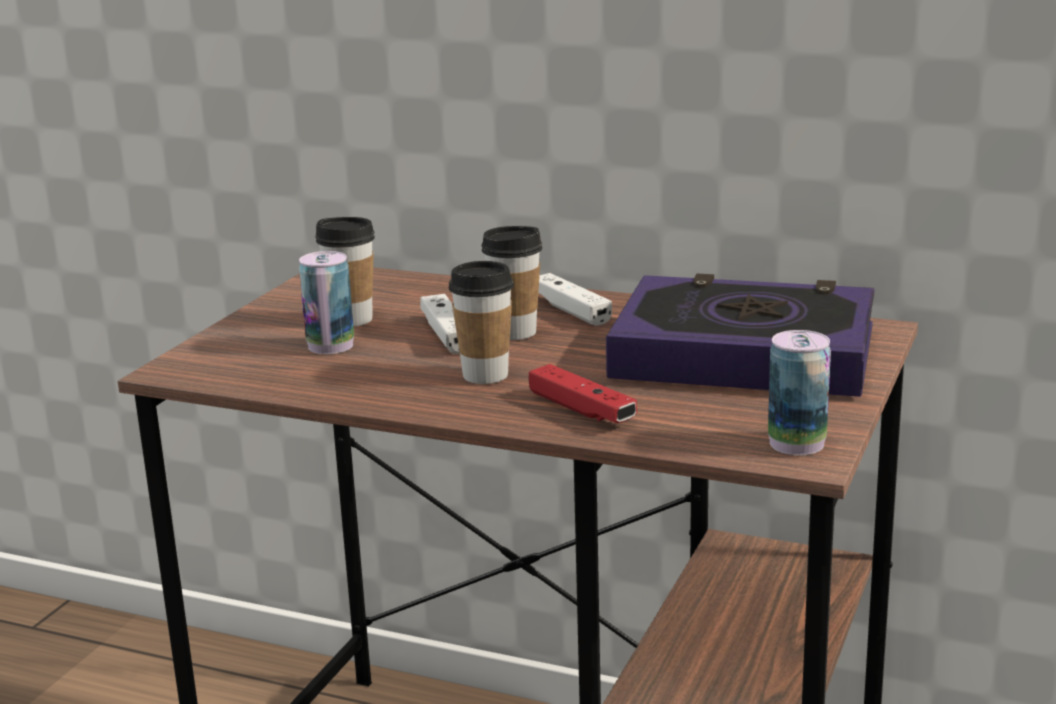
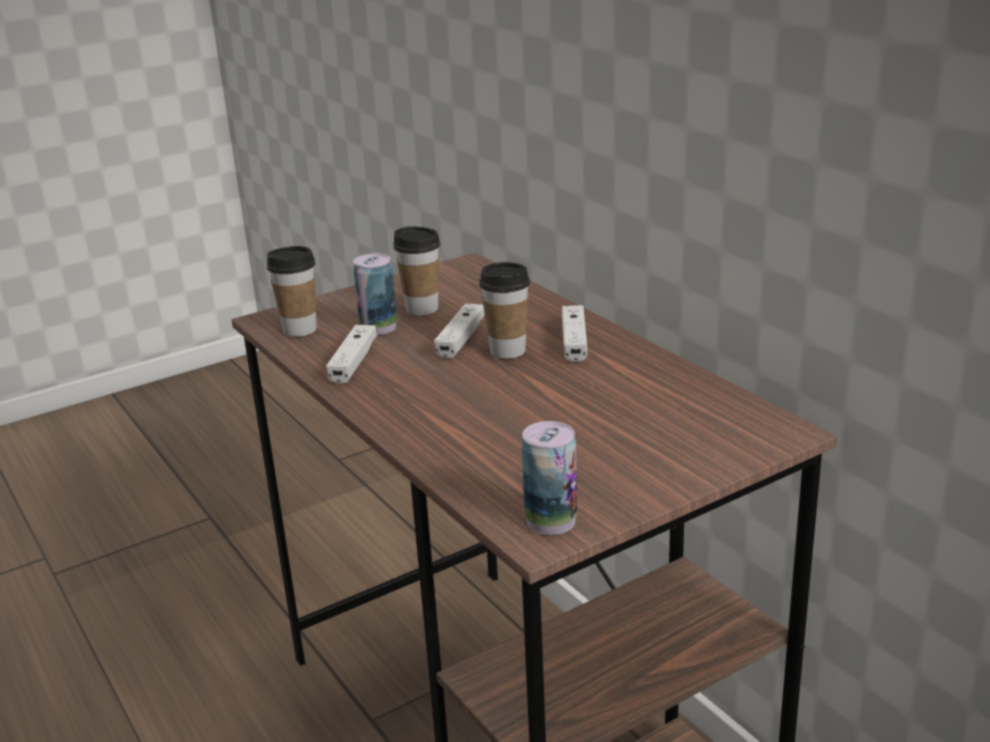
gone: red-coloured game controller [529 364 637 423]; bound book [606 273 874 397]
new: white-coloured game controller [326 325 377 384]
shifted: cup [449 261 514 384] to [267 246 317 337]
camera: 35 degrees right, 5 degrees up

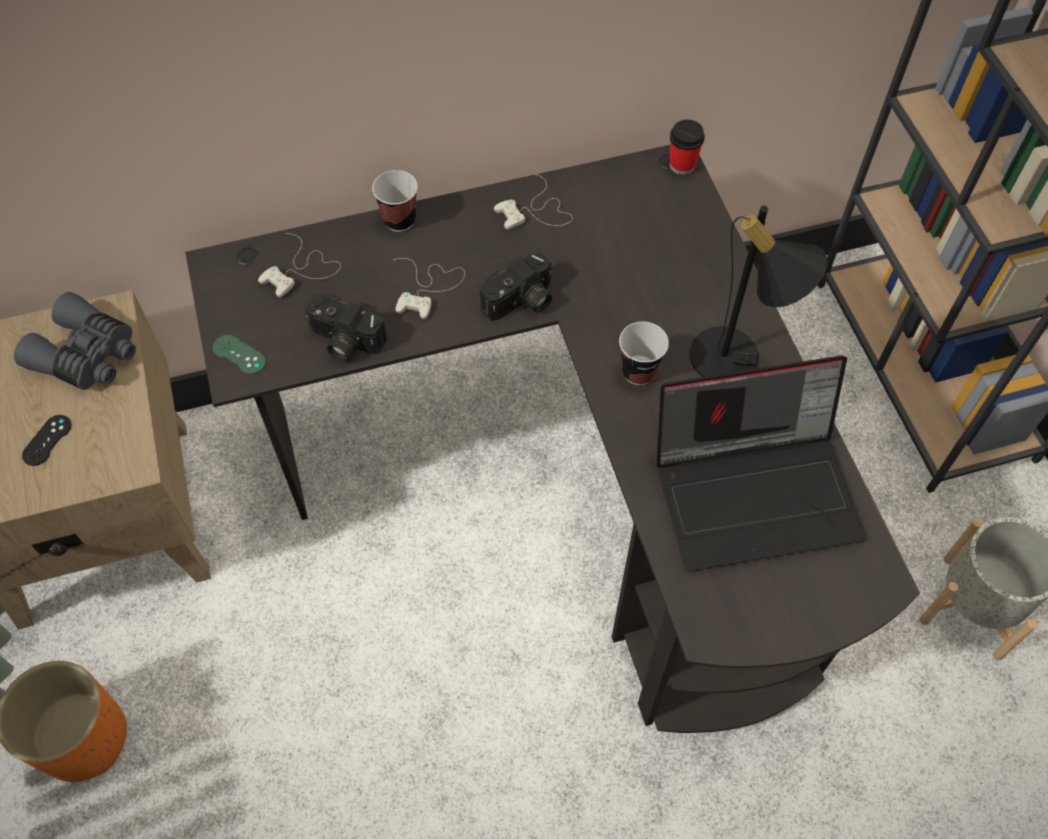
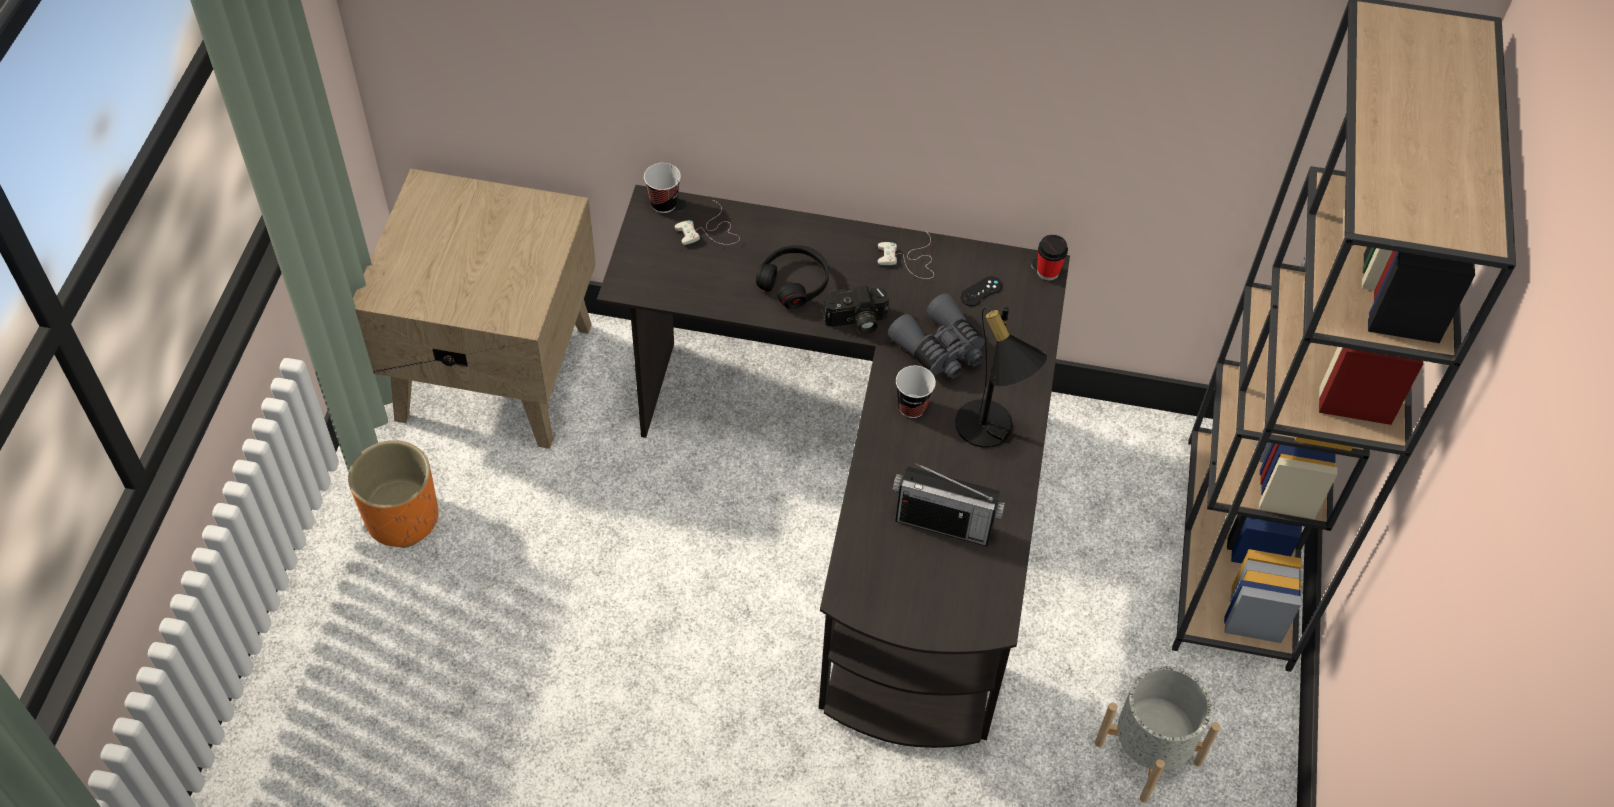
gone: green-coloured game controller [213 335 266 375]; photo camera [305 293 387 361]
shifted: grey pair of binoculars [14 292 136 390] to [888 293 985 379]; black game controller [22 415 71 466] to [960 276 1003 306]; cup [372 170 418 232] to [644 163 681 213]
swapped: white-coloured game controller [392 258 465 319] to black headset [756 245 829 309]; portable computer [657 355 865 571] to radio [892 462 1005 546]
camera: 25 degrees right, 5 degrees down

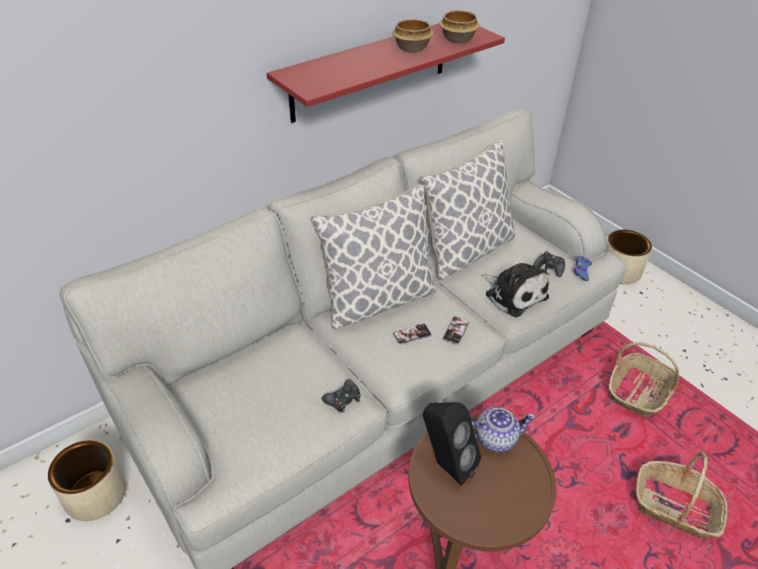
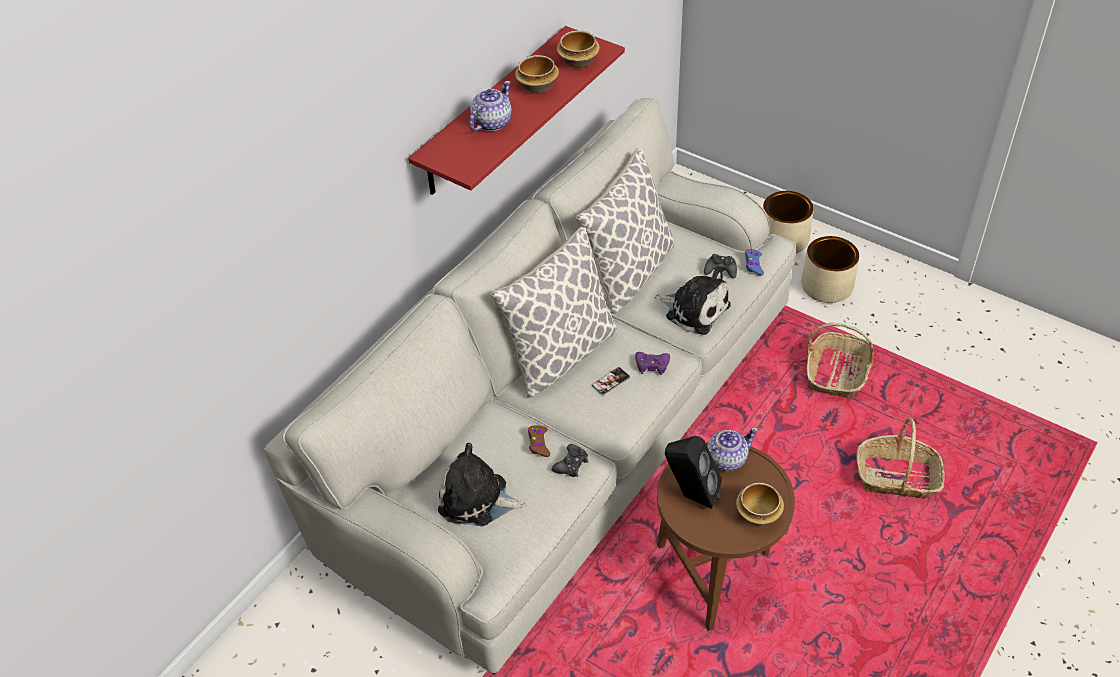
new: plush toy [438 443 526 526]; tea pot [469 81 512 131]; brown game controller [528 425 550 457]; serving bowl [736 483 784 526]
shifted: beige planter [48 440 126 521] to [802 236 860 303]
swapped: telephone [443 316 469 345] to purple-coloured game controller [635 352 670 375]
camera: 15 degrees left, 5 degrees up

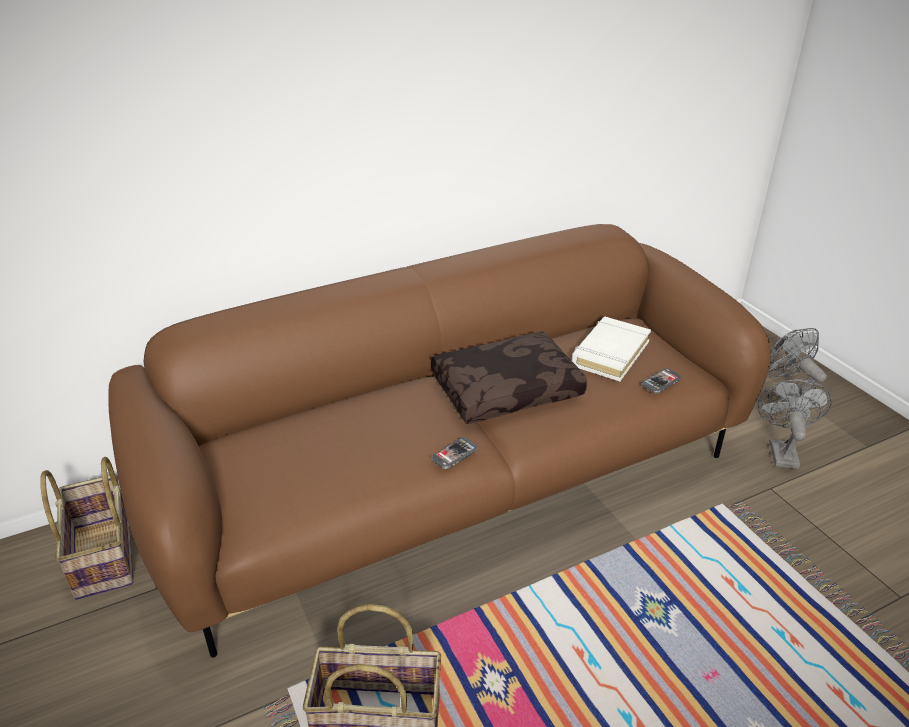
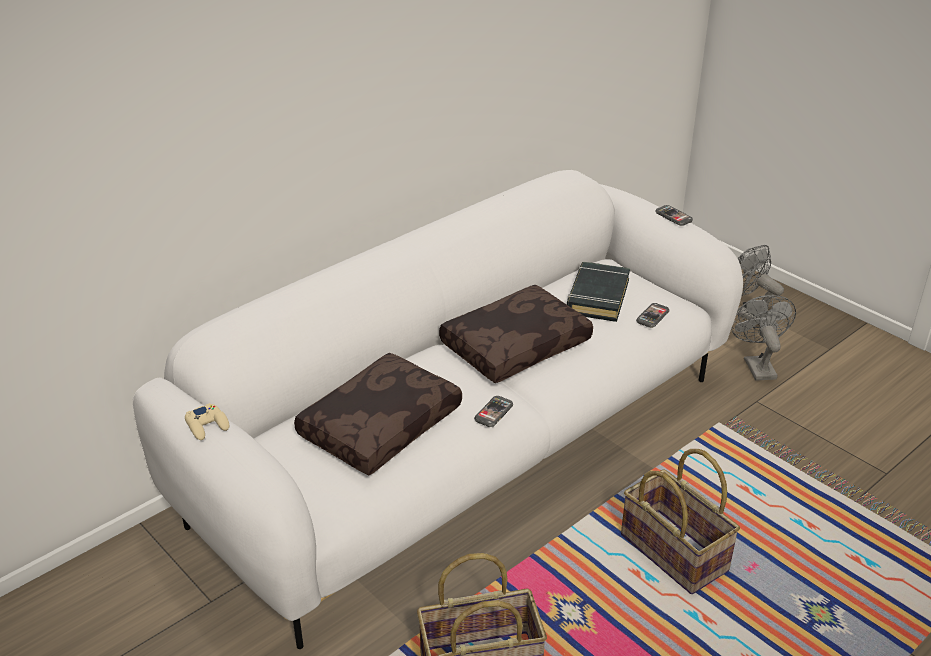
new: beige game controller [185 403 229 440]; brown cushion [294 353 462 475]; telephone [656 205 693 226]
shifted: storage basket [40 457 133 600] to [621 449 740 594]
repainted: brown sofa [109 224 771 658] to white-coloured sofa [133 170 743 649]; white-coloured bound book [572 317 651 381] to black bound book [567 262 630 322]
camera: 15 degrees left, 0 degrees up

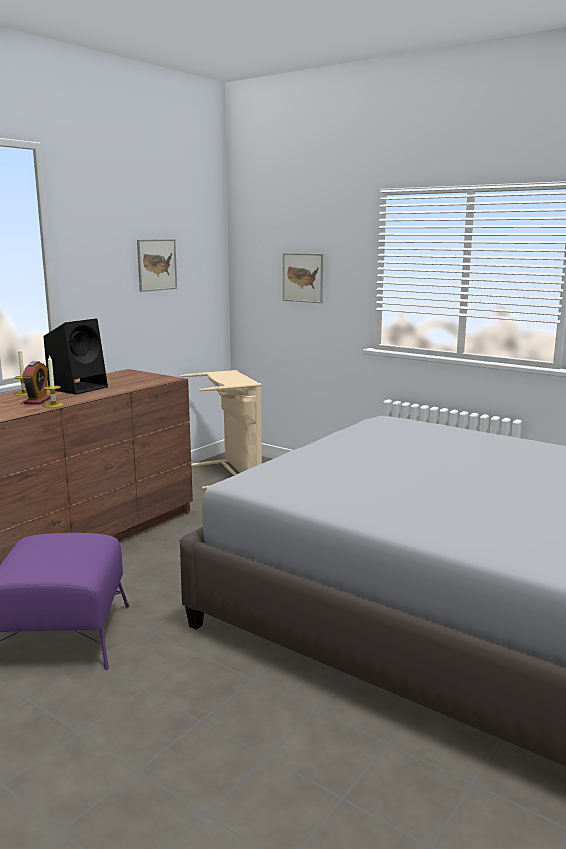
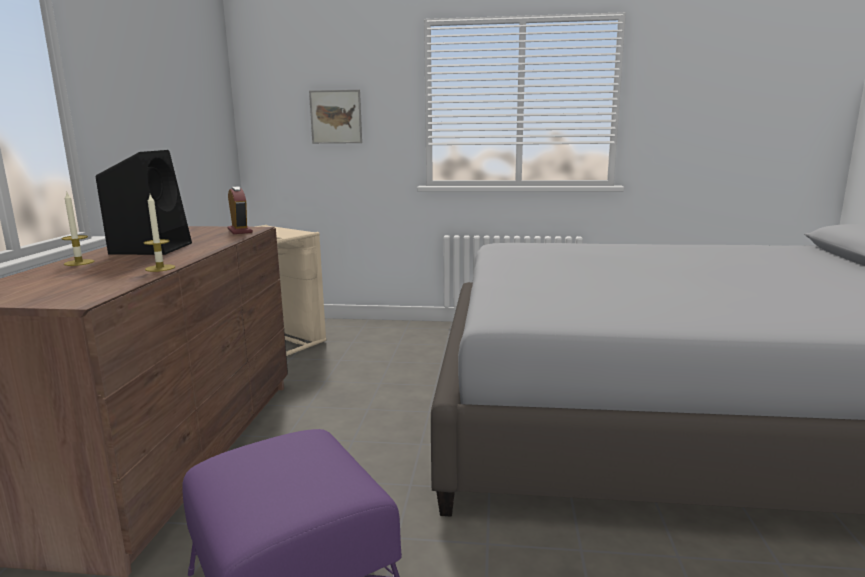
gone: picture [137 239 177 292]
shifted: bedside clock [22 361 51 405] to [228 186 253 234]
camera: 30 degrees left, 0 degrees up

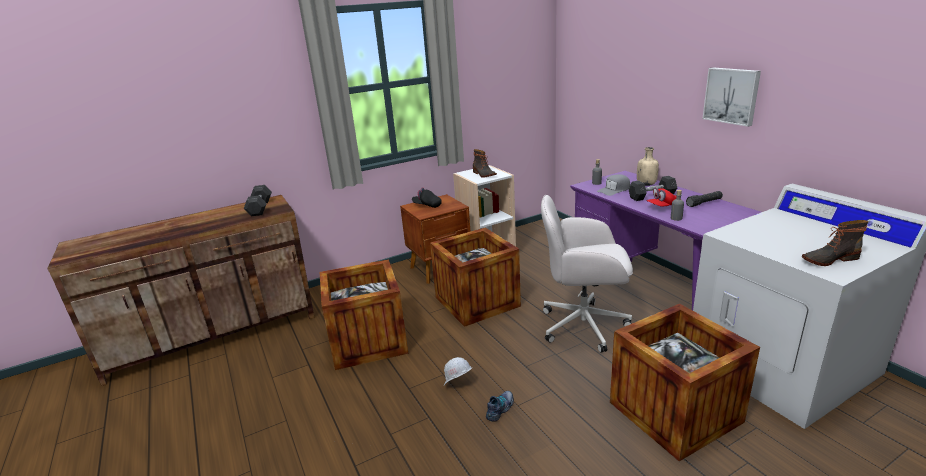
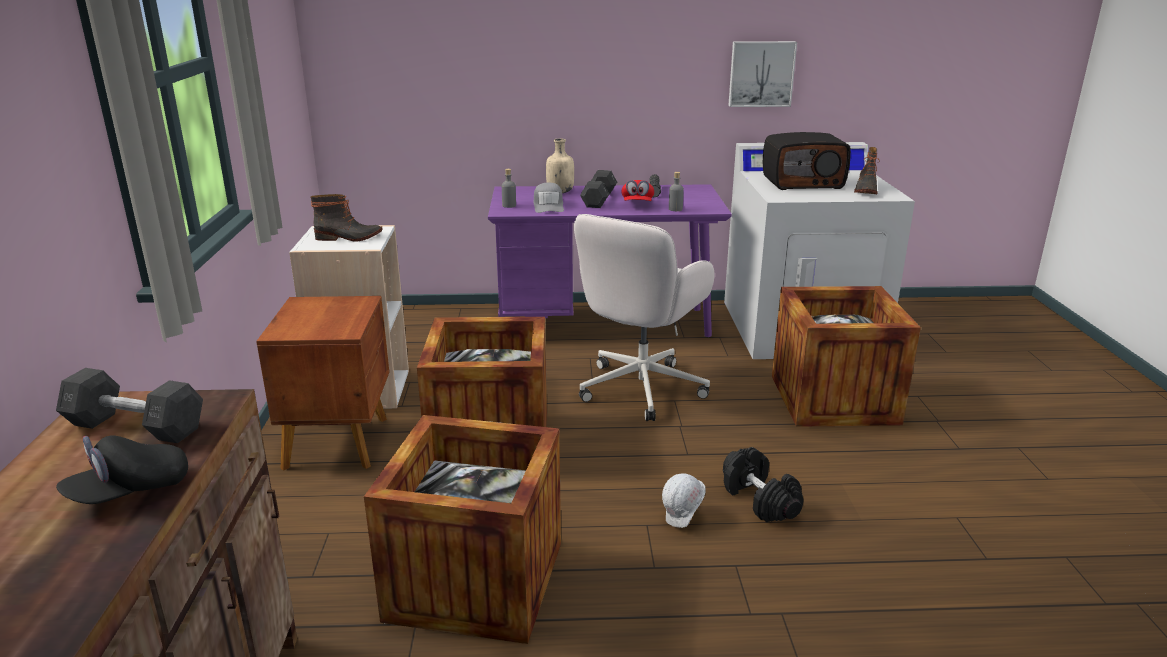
new: radio [763 132 851 190]
shifted: black cap [412 187 442 208] to [56 435 188 504]; picture [702 67 761 127] to [728 41 797 107]
swapped: low shoe [486 391 514 422] to black free weight [723 447 803 522]
camera: 65 degrees left, 0 degrees up

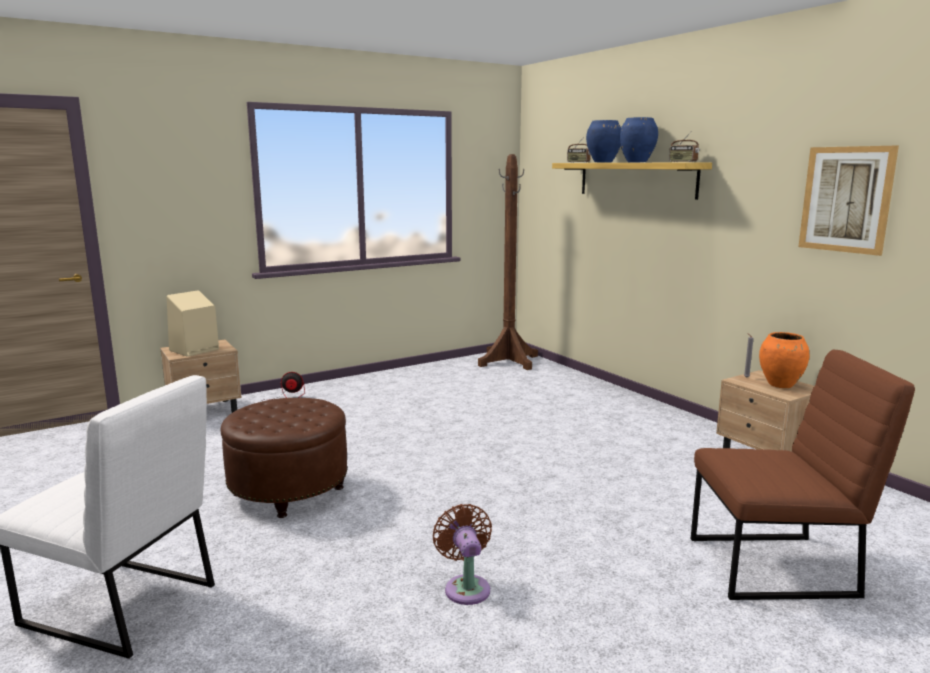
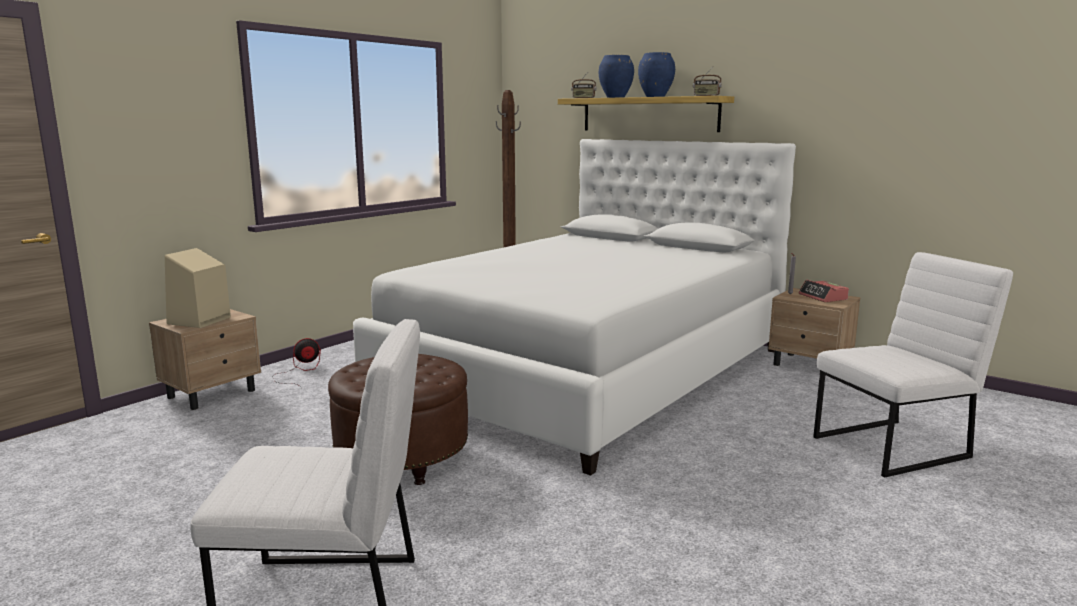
gone: brown cooling fan [433 504 492 605]; picture [798 146 899 256]
new: white-coloured bed [353 139 796 476]
swapped: orangey flower vase [759 332 809 388] to bedside clock [798 280 849 302]
repainted: brown upright chair [691 350 915 600] to white-coloured upright chair [813 252 1013 478]
camera: 20 degrees left, 0 degrees up

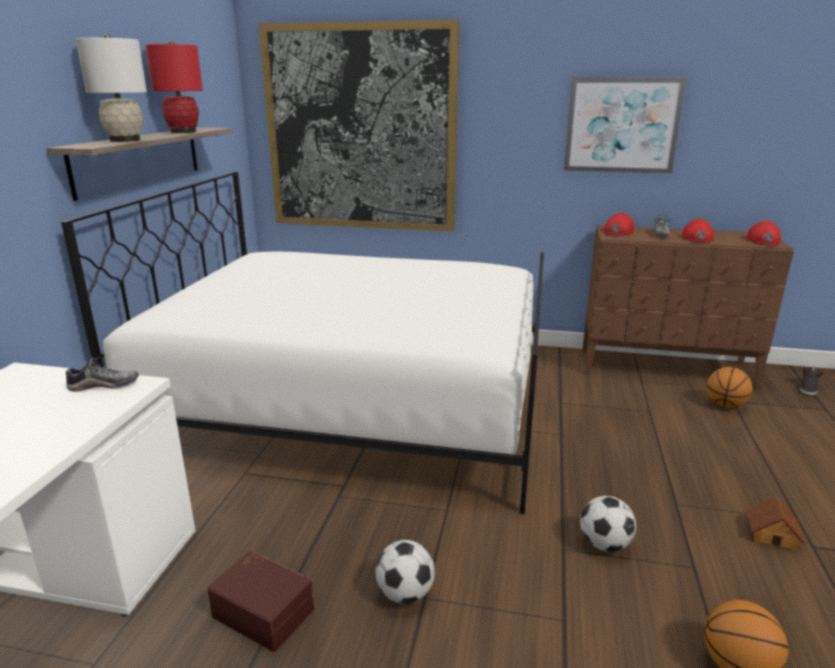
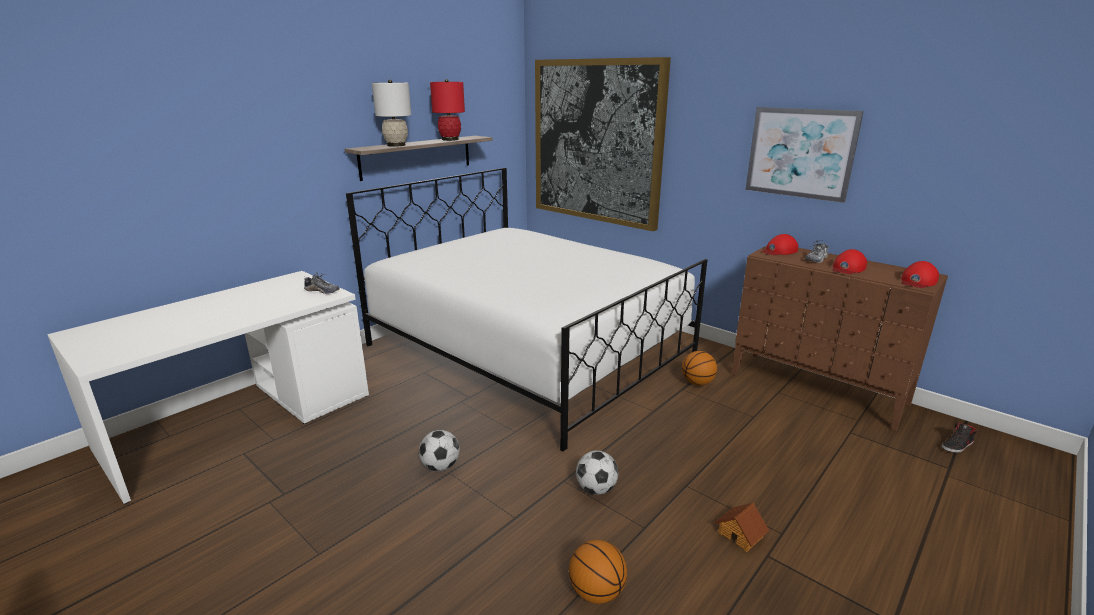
gone: brown storage container [207 551 314 652]
shifted: basketball ball [707 367 752 408] to [682 351 717 385]
camera: 30 degrees right, 0 degrees up

